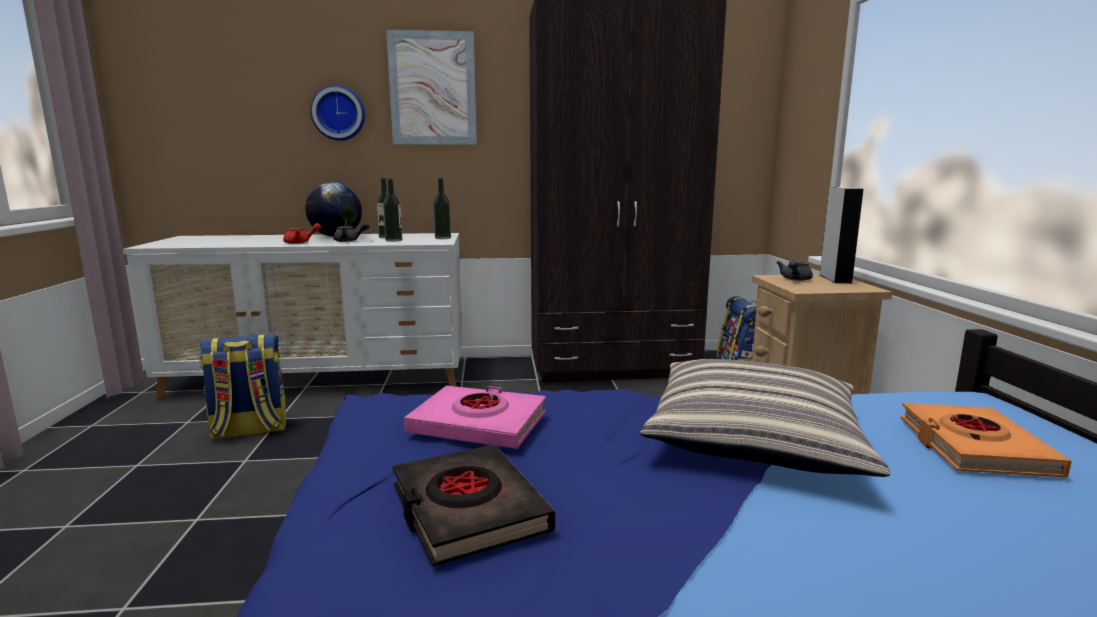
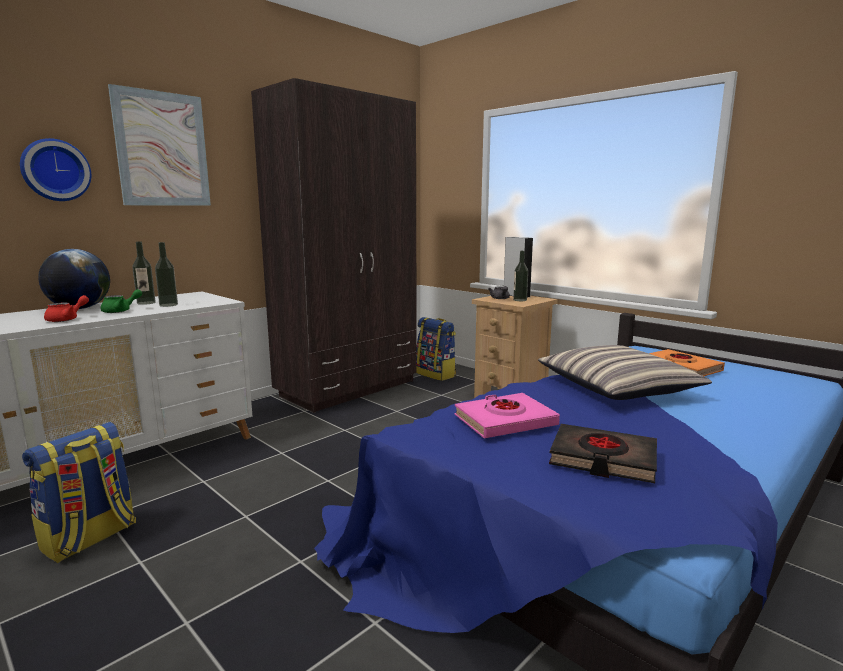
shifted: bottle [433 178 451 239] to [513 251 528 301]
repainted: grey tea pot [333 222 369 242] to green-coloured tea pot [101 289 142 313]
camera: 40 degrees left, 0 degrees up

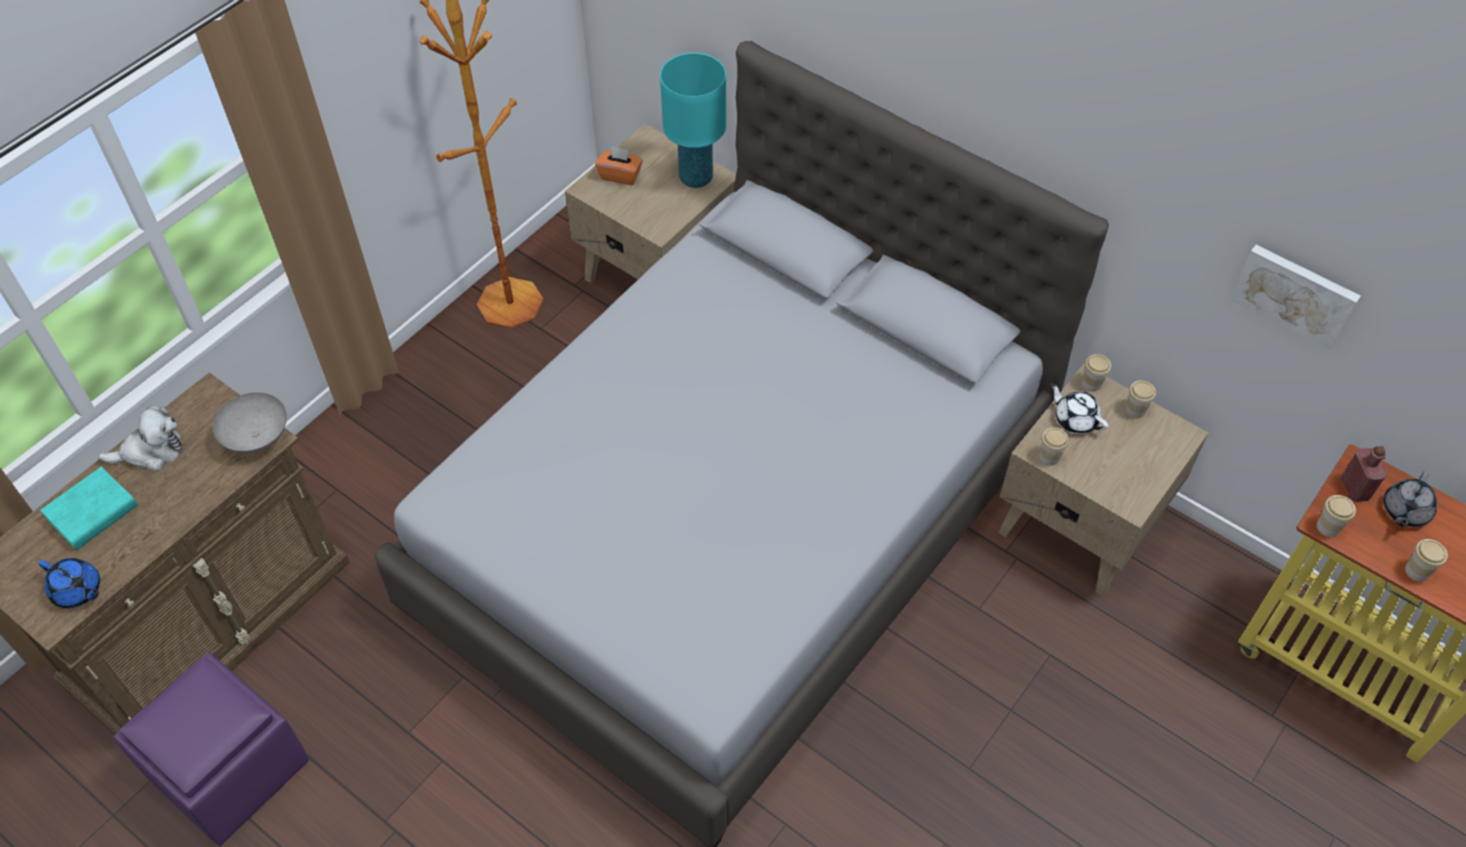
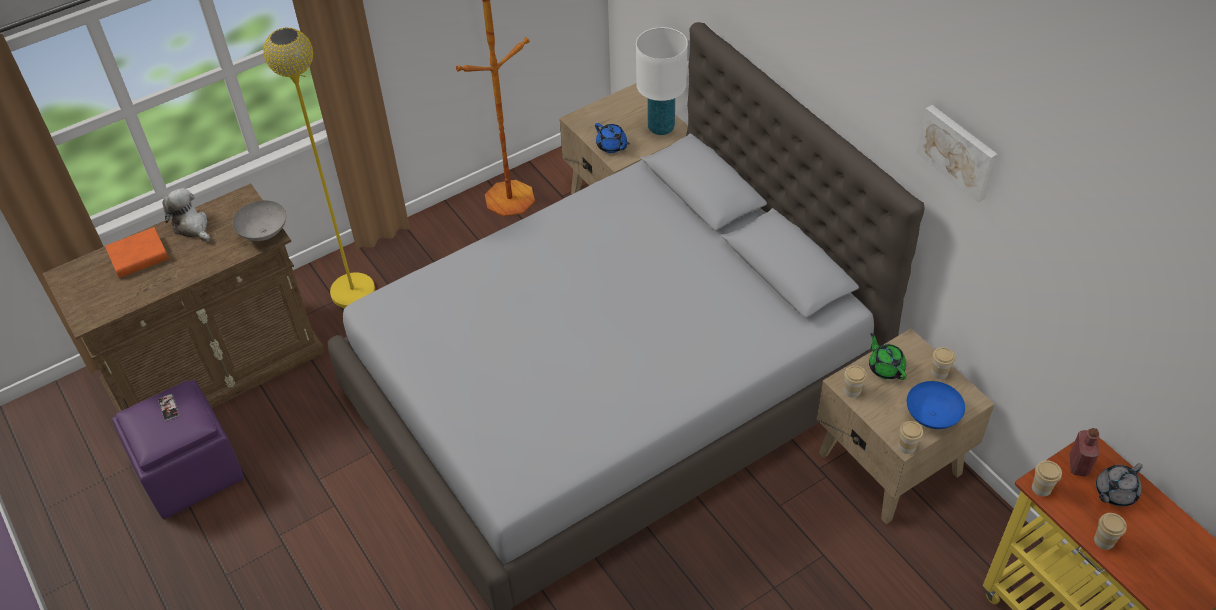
gone: orangey tissue holder [595 147 643 185]
new: telephone [158 394 179 421]; yellow-coloured standing lamp [263 28 375 308]; blue serving bowl [907 381 965 429]
shifted: blue tea pot [39 558 100 608] to [595 123 630 153]; cup [1082 354 1111 392] to [899 421 923 454]; picture [1230 245 1361 350] to [916 105 998 202]
repainted: blue-green bound book [40 467 138 550] to orangey bound book [105 227 169 278]; blue-green table lamp [660 53 726 188] to white-coloured table lamp [636 27 688 135]; white-coloured tea pot [1050 383 1108 434] to green-coloured tea pot [869 333 907 380]
rotated: plush toy [99 406 182 472] = [163 188 210 242] 135 degrees counterclockwise
camera: 20 degrees right, 5 degrees down

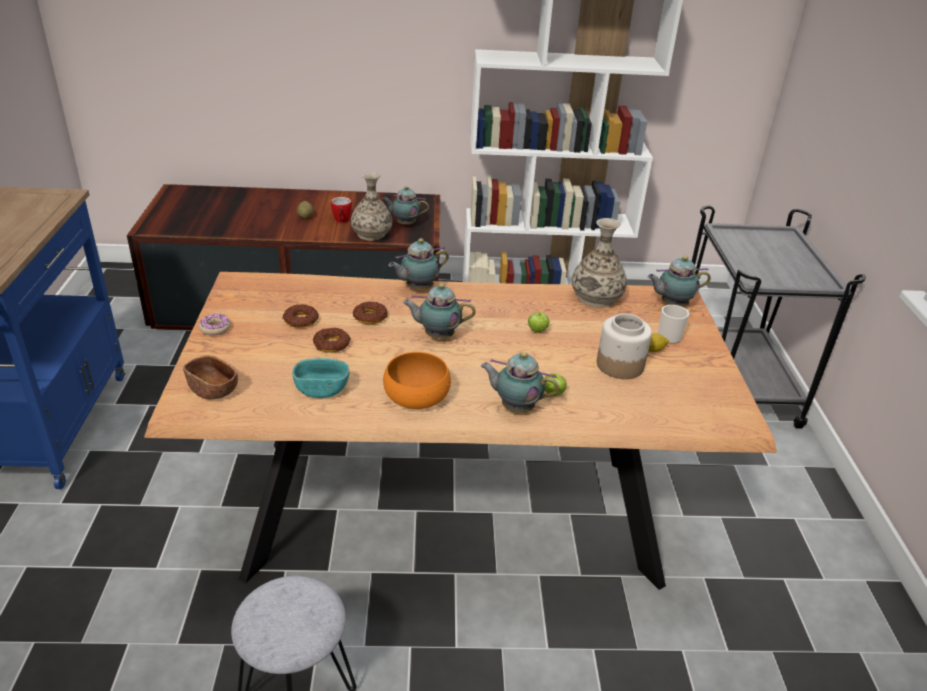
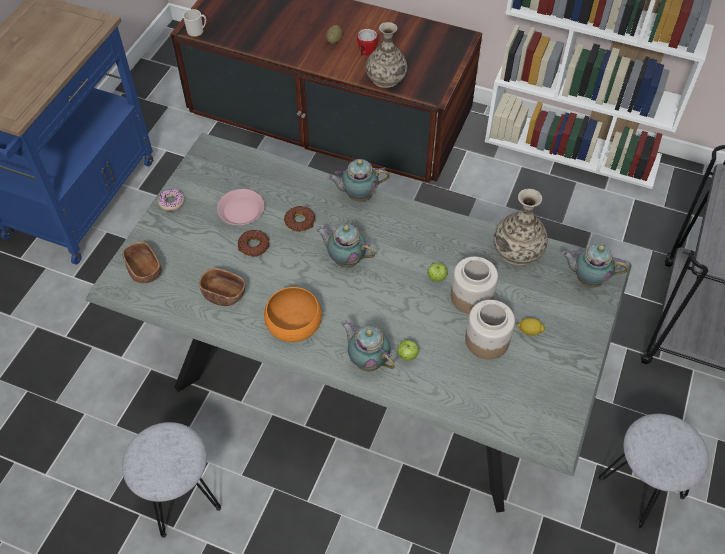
gone: tea pot [382 186 429 225]
new: preserve jar [451 257 498 314]; grey stool seat [598 414 709 530]
shifted: tea mug [658 305 690 344] to [183 9 206 37]
swapped: ring doughnut [282 304 319 328] to pink flat dish [217 189 264 225]
repainted: brown kitchen table [144 272 777 590] to grey kitchen table [86 133 632 513]; blue-green serving bowl [292 358 349 398] to brown serving bowl [199 268 245 306]
camera: 25 degrees right, 20 degrees up

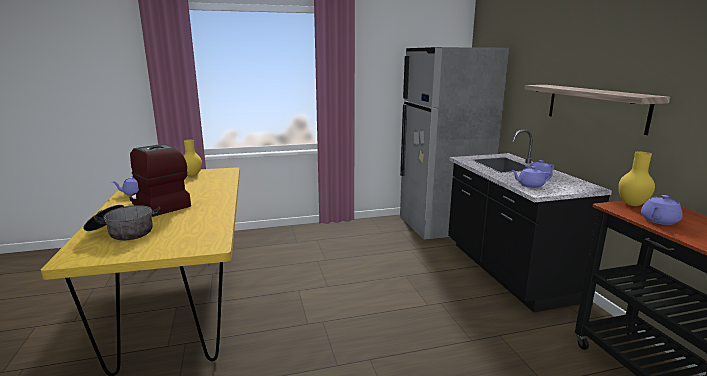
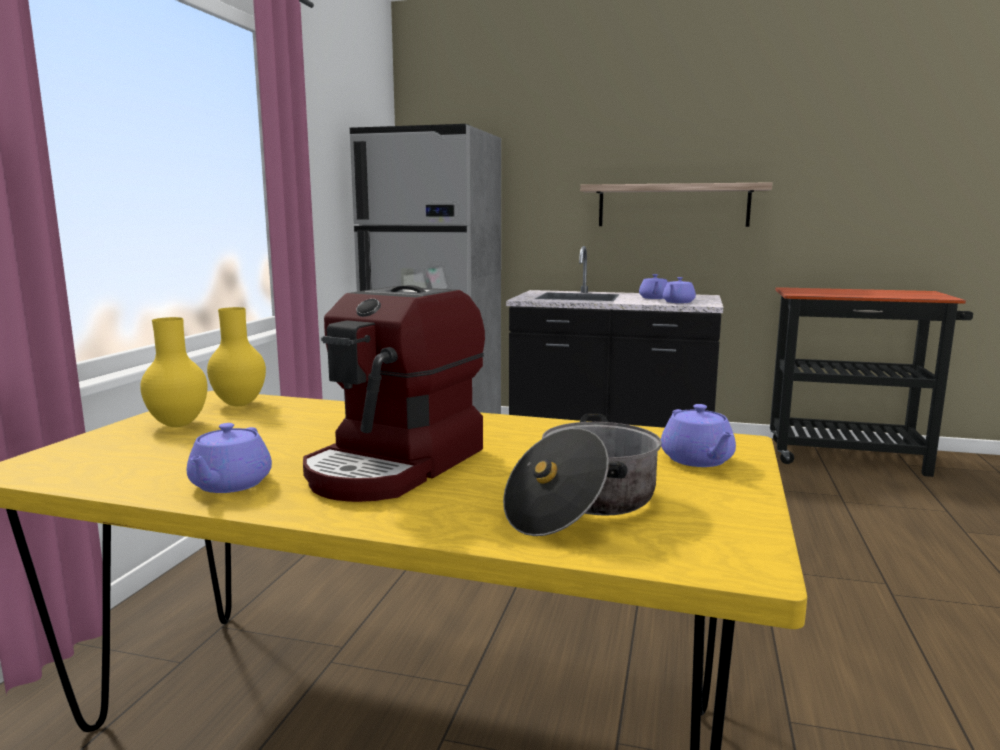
shifted: yellow-coloured flower vase [618 152 655 206] to [207 307 266 406]; purple-coloured tea pot [641 195 683 225] to [661 404 736 467]
rotated: coffee machine [129 144 191 216] = [303 285 485 502] 45 degrees counterclockwise
camera: 60 degrees left, 5 degrees down

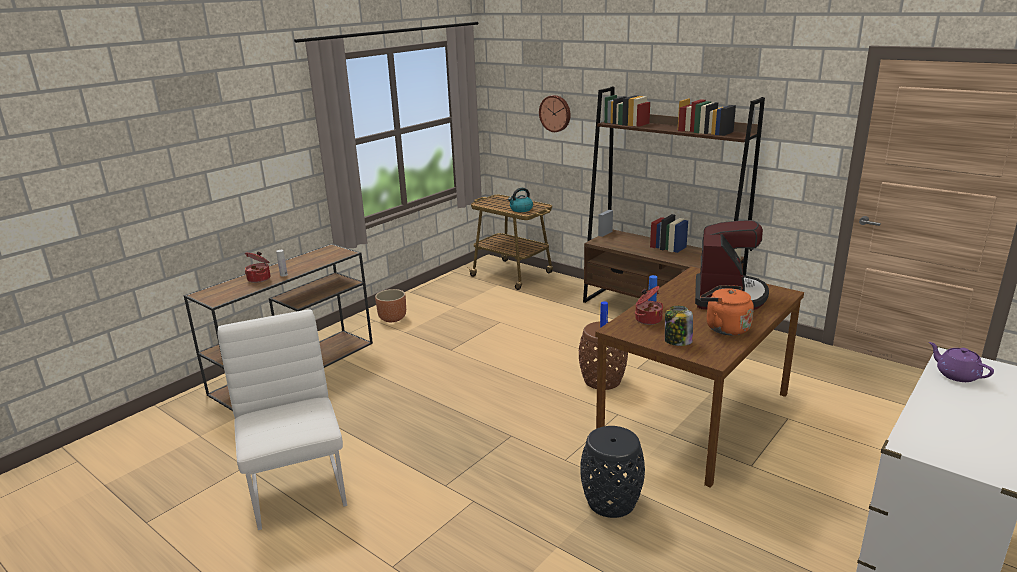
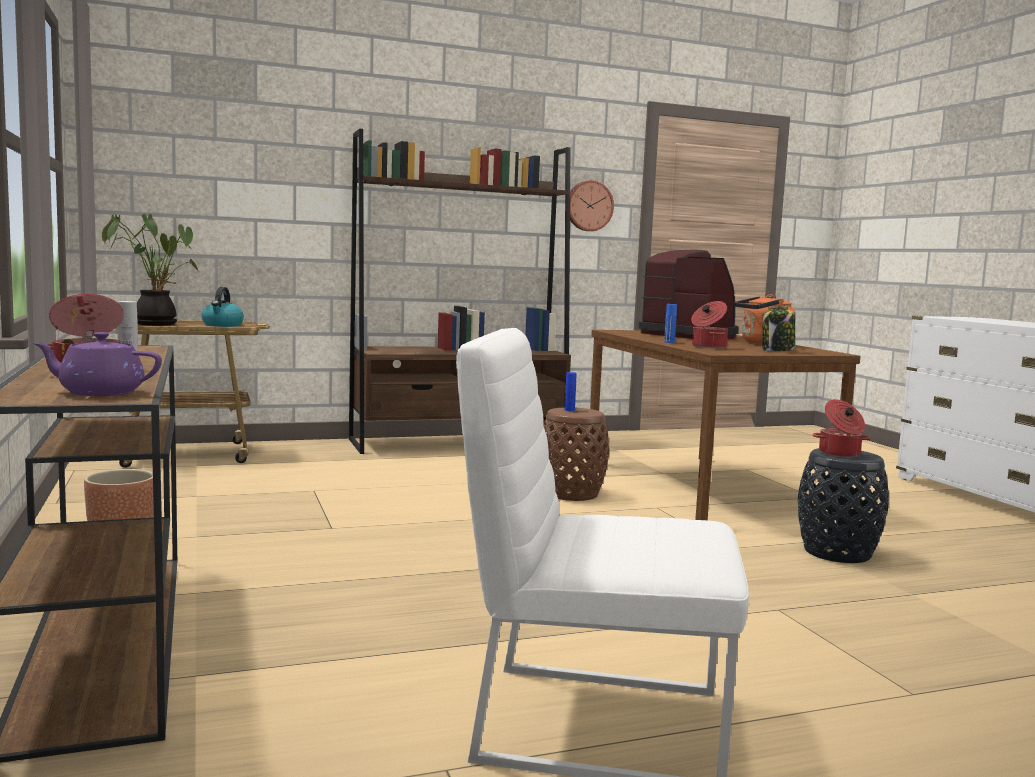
new: plant in a pot [102 214 198 326]; cooking pot [812 399 870 458]
shifted: wall clock [539 95 571 132] to [570 180 614 231]; purple-coloured tea pot [929 342 994 382] to [33 332 162 396]
camera: 60 degrees left, 15 degrees down

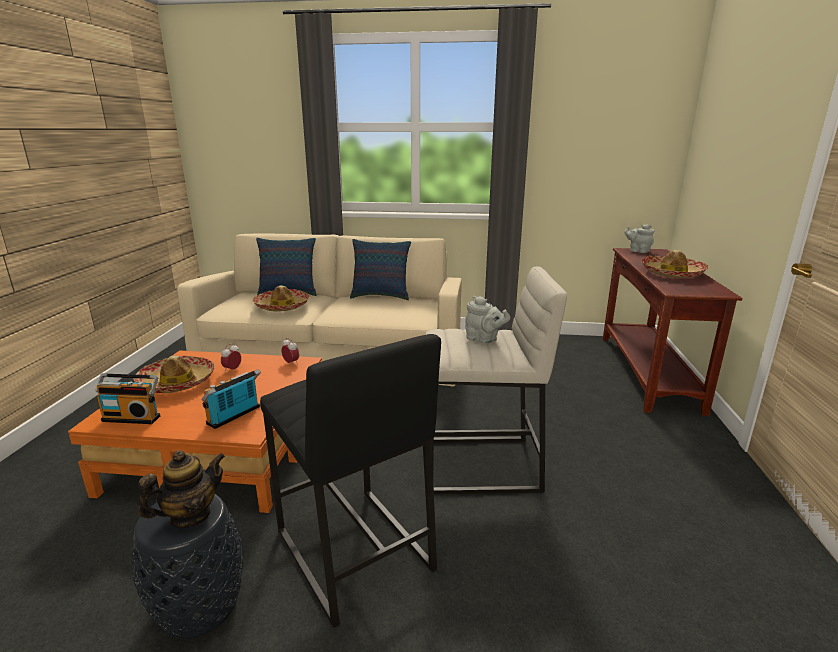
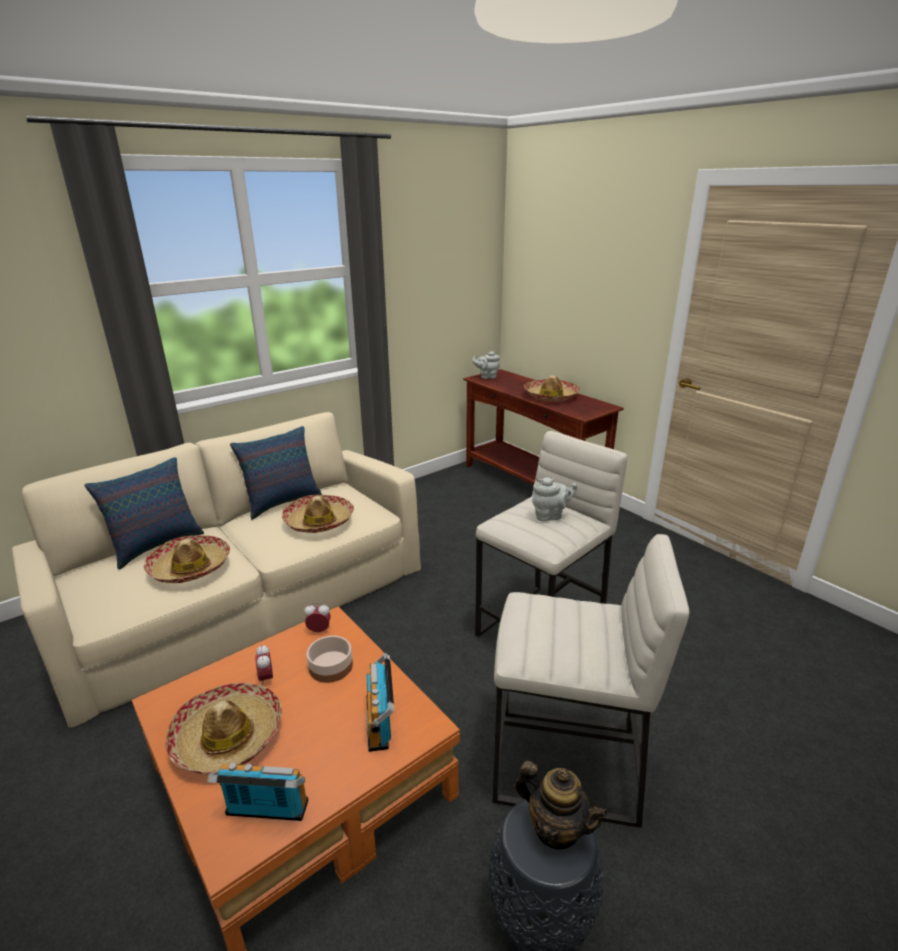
new: clothing hat [282 495 354 533]; serving bowl [307 636 353 683]
repainted: black stool seat [260 334 441 628] to beige stool seat [492 534 689 828]
rotated: radio [95 373 160 424] = [207 763 308 821] 135 degrees counterclockwise; tea pot [138 450 225 528] = [515 761 608 849] 120 degrees clockwise
camera: 45 degrees left, 5 degrees up

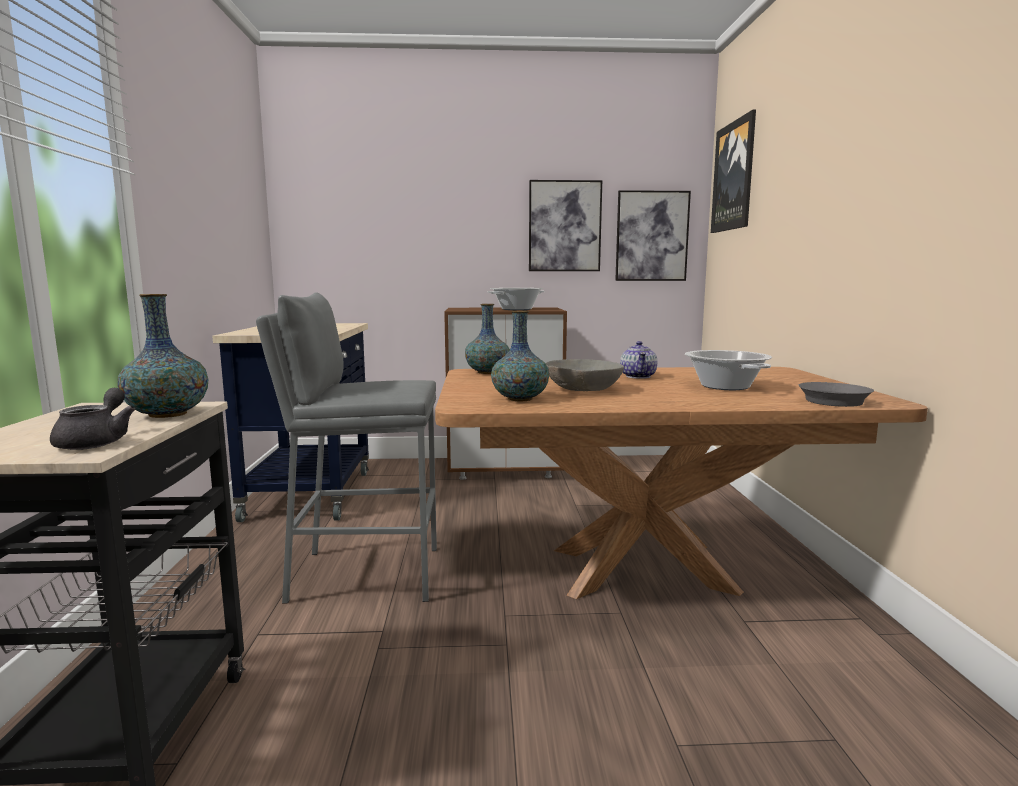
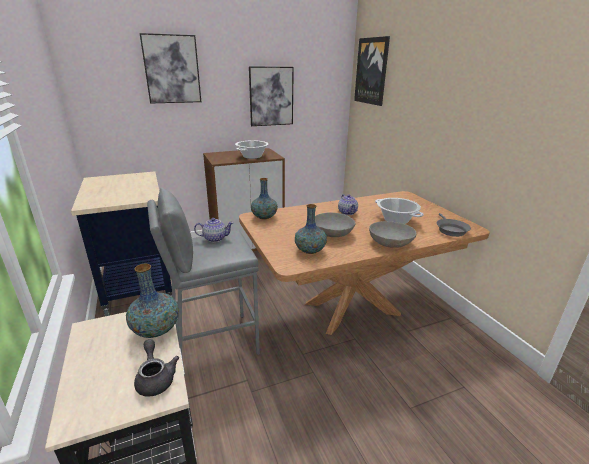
new: tea pot [194 218 234 242]; grey serving bowl [369 221 417 248]
shifted: picture [615 190 691 281] to [139 33 201 104]
camera: 20 degrees left, 15 degrees up

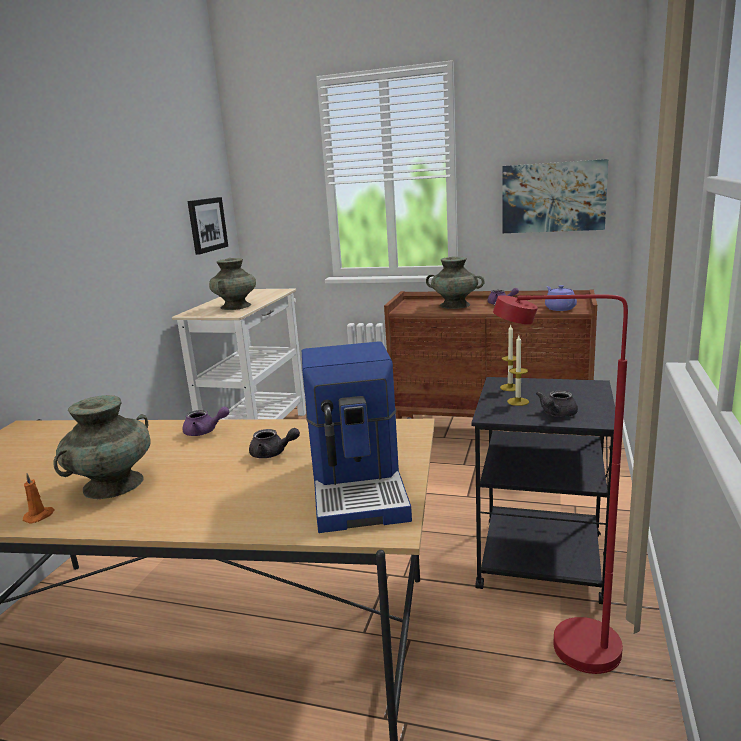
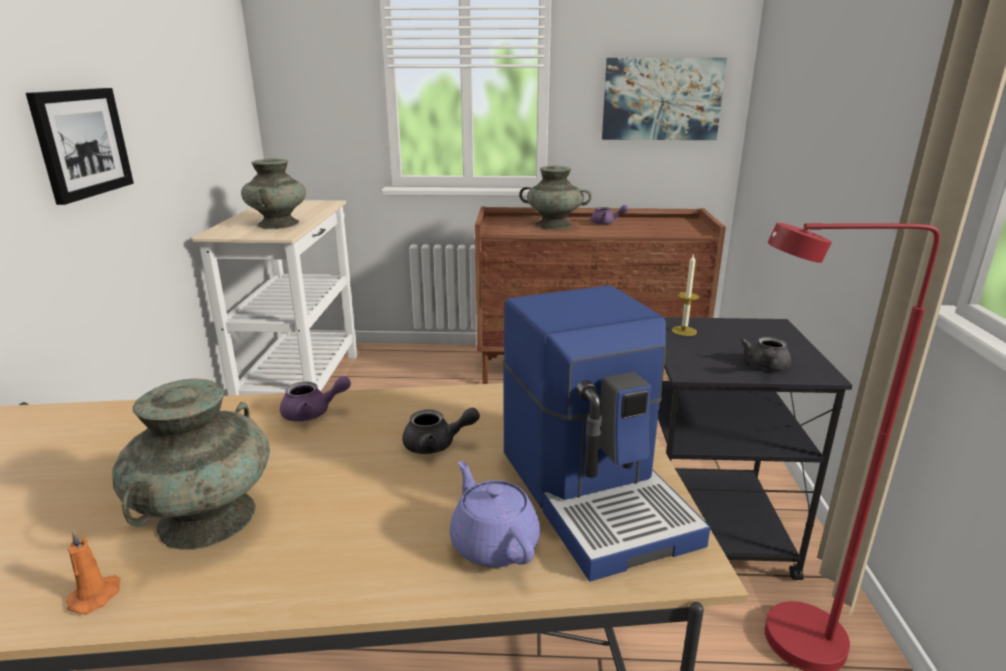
gone: wax candle [507 335 529 406]
shifted: picture [187 197 228 255] to [26 88 134 205]; purple-coloured tea pot [545 285 577 311] to [450 461 540 568]
camera: 15 degrees left, 5 degrees up

